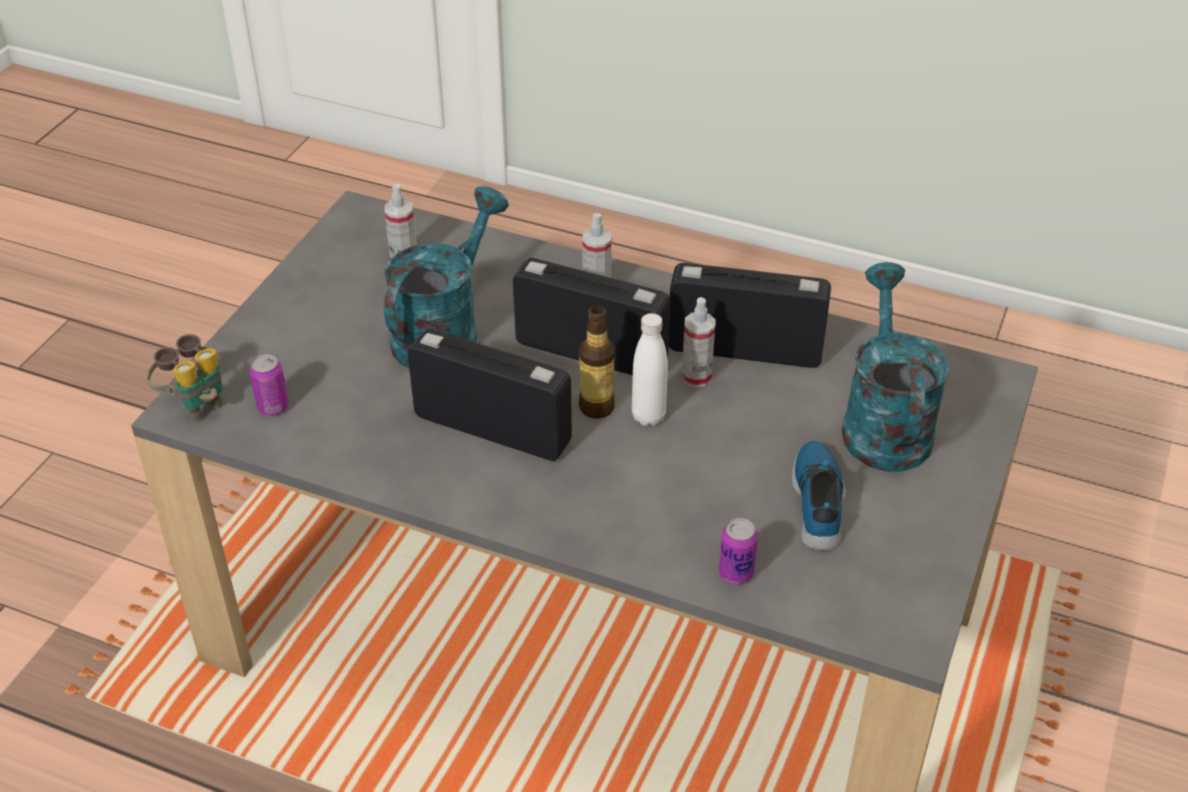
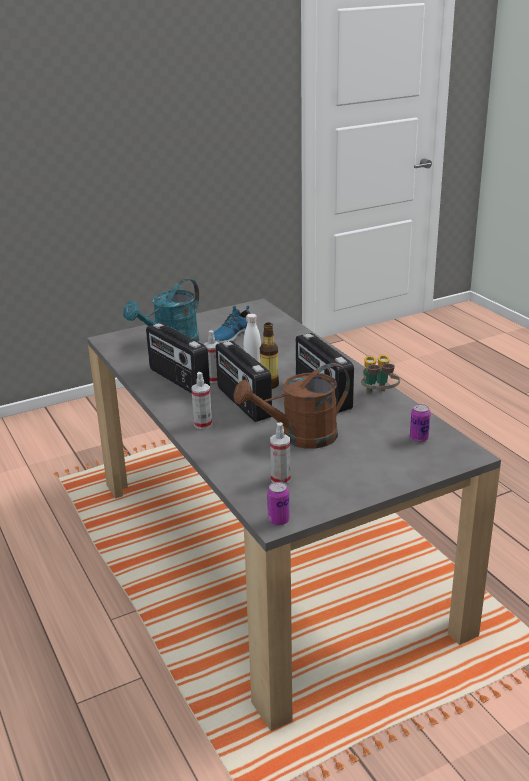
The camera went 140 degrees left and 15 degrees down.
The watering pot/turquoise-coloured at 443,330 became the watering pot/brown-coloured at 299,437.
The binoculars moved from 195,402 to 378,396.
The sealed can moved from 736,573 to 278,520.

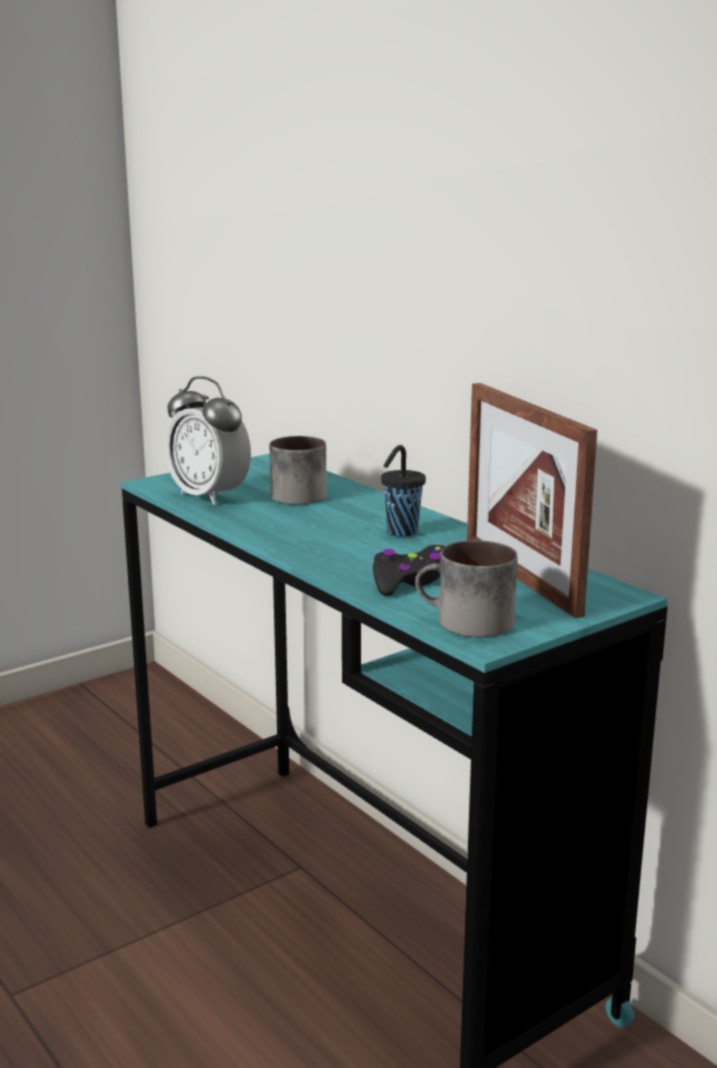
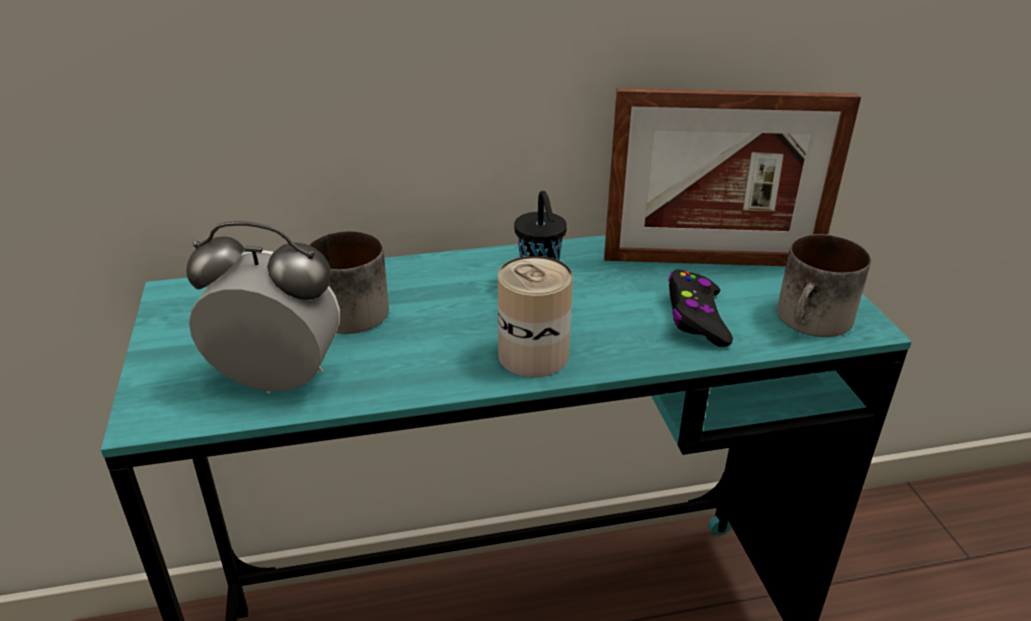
The camera went 65 degrees left and 15 degrees up.
The table clock at 209,496 turned 150 degrees counterclockwise.
The sealed can at 533,355 appeared.

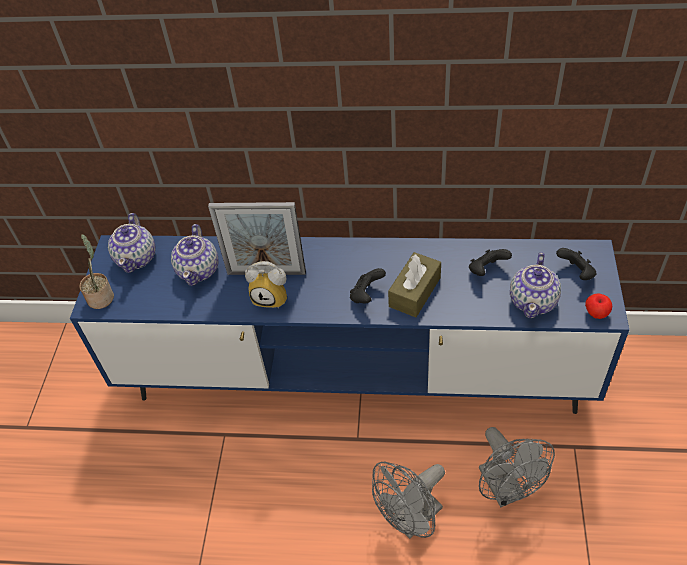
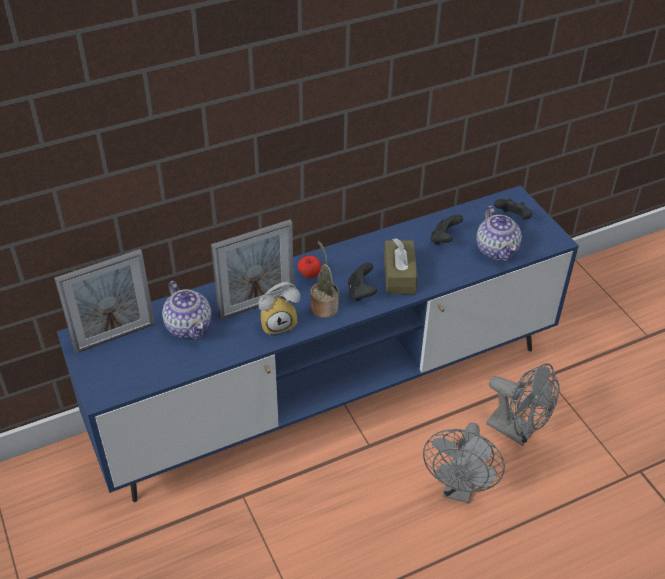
The camera went 35 degrees left and 5 degrees down.
The teapot at 137,258 was replaced by the photo frame at 115,337.
The potted plant moved from 101,296 to 324,306.
The apple fruit moved from 596,313 to 309,274.

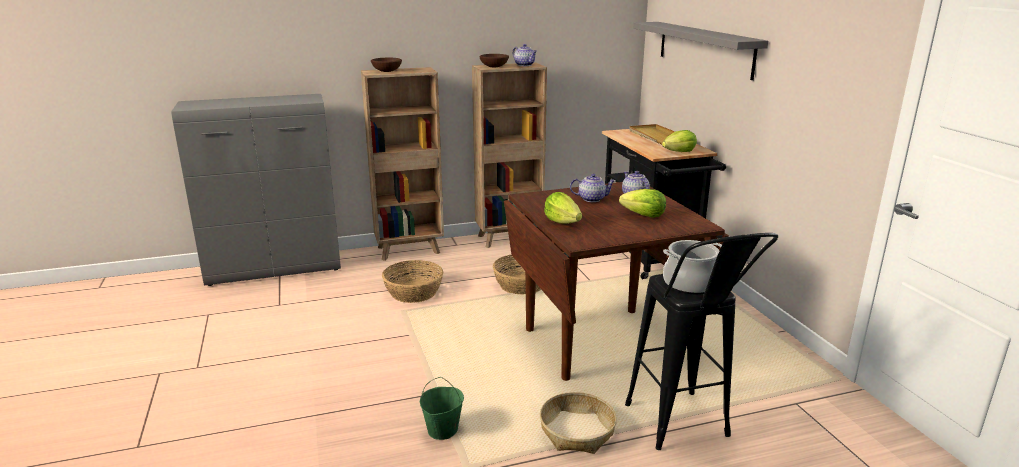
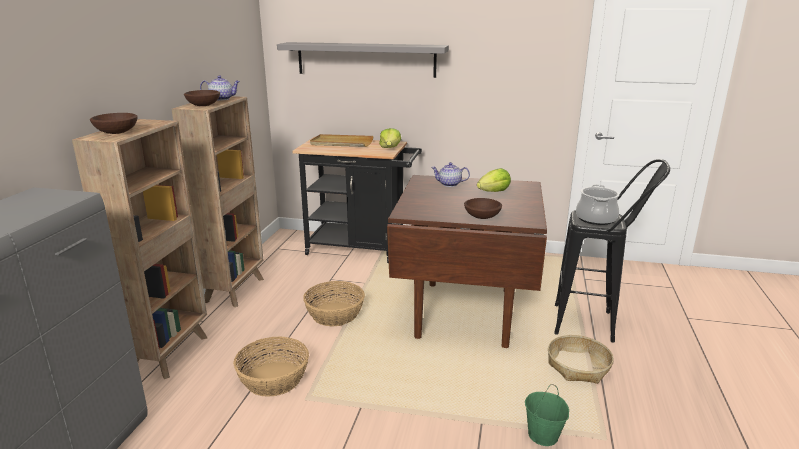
The camera went 60 degrees left and 0 degrees up.
The teapot at 592,199 disappeared.
The lettuce head at 562,222 was replaced by the deep dish/brown-coloured at 481,216.

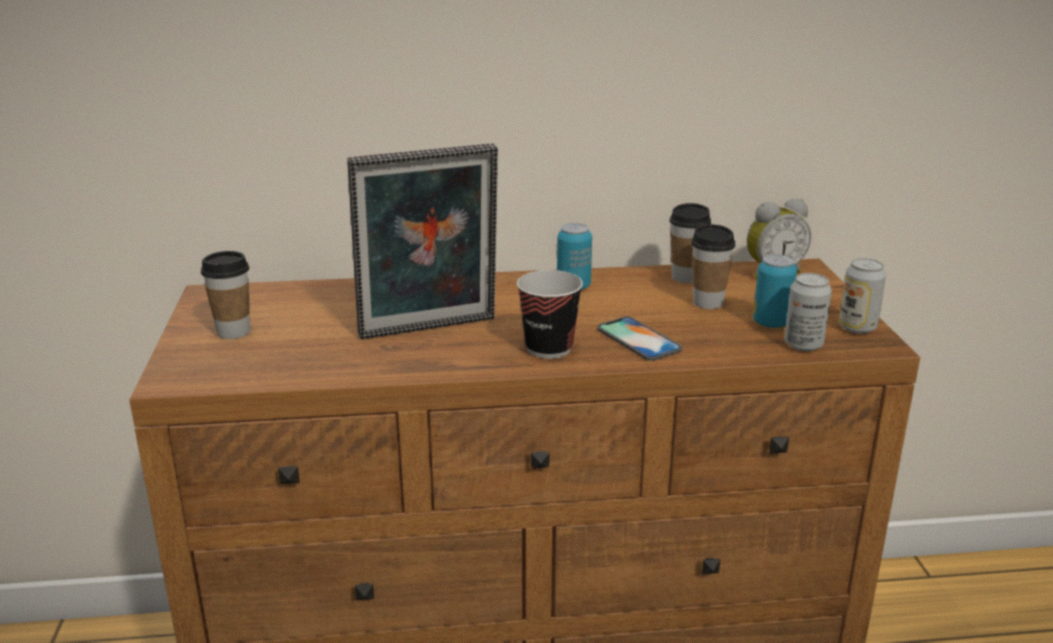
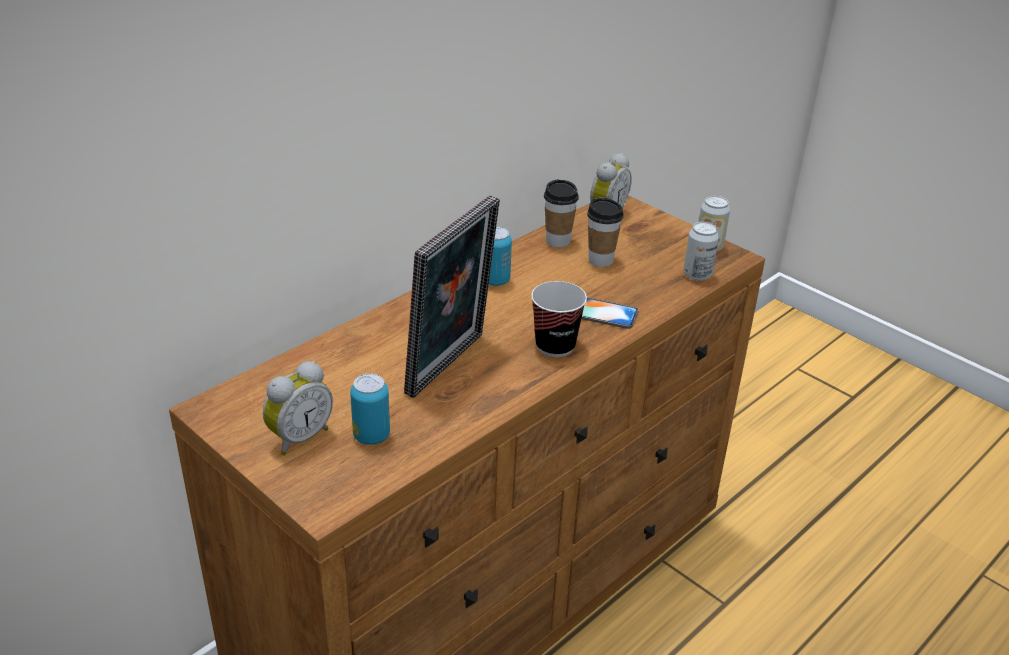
The camera went 40 degrees left and 10 degrees up.
The drinking cup at 233,332 was replaced by the table clock at 298,437.
The sealed can moved from 771,323 to 371,436.

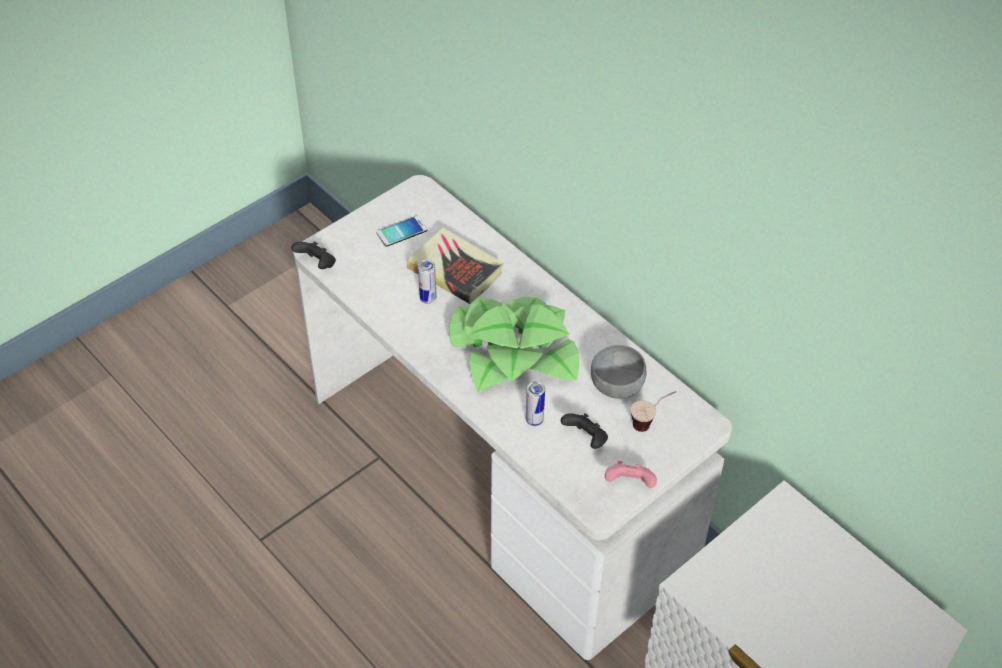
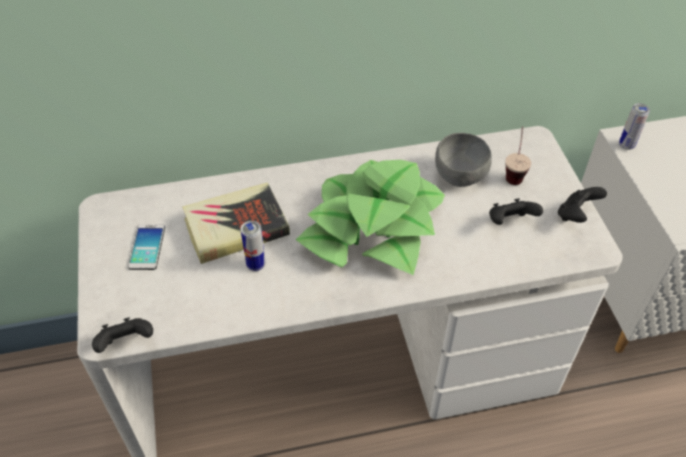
The camera went 60 degrees left and 0 degrees up.
The sealed can moved from 534,420 to 626,145.
The joypad/pink-coloured at 629,484 became the joypad/blackish at 576,215.

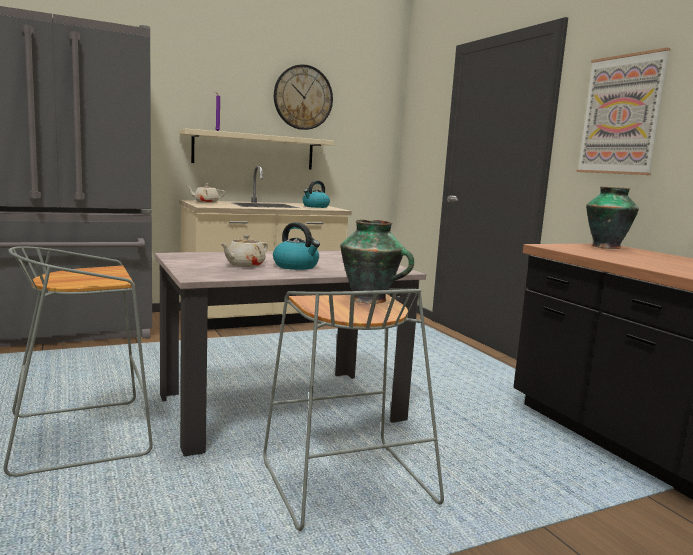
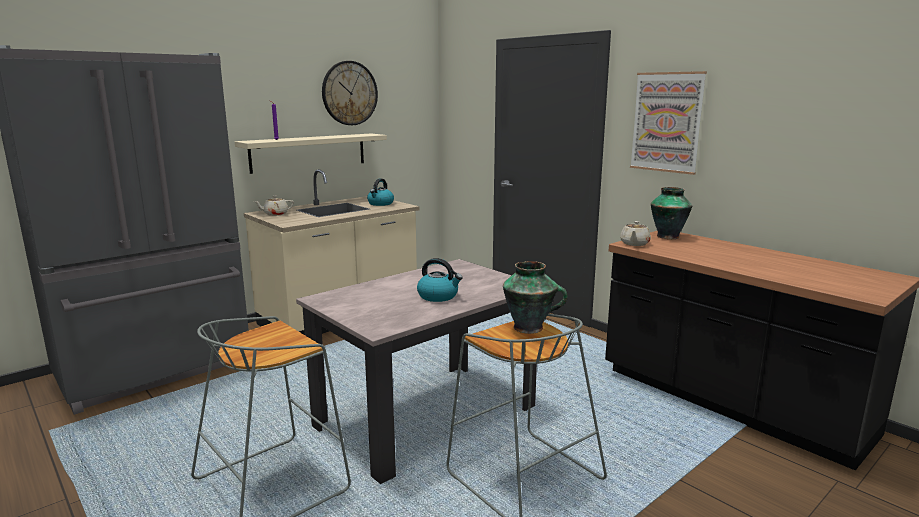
The camera went 15 degrees left and 5 degrees up.
The teapot/sand-coloured moved from 244,265 to 634,244.

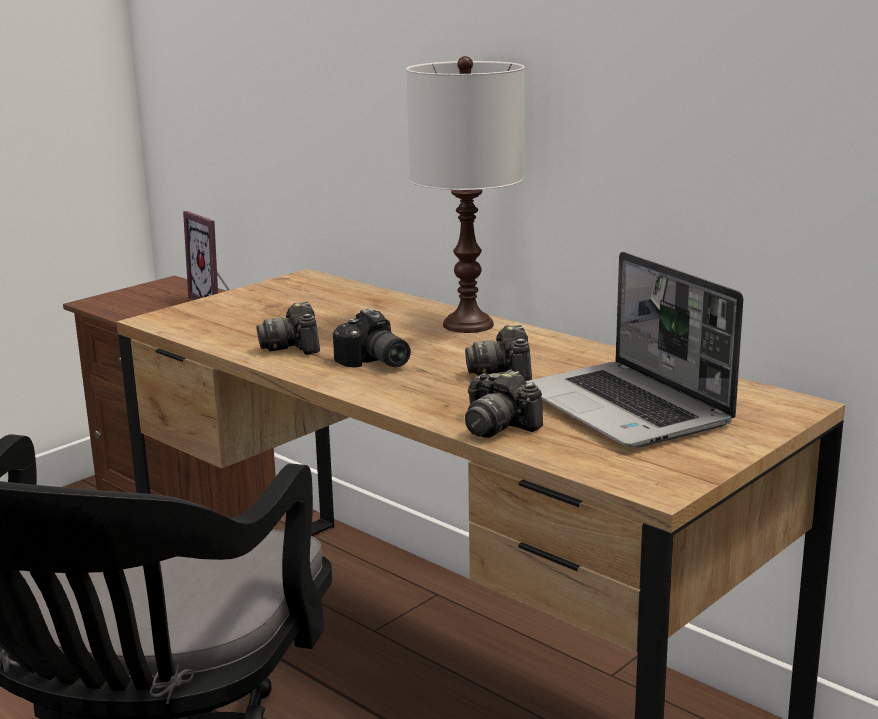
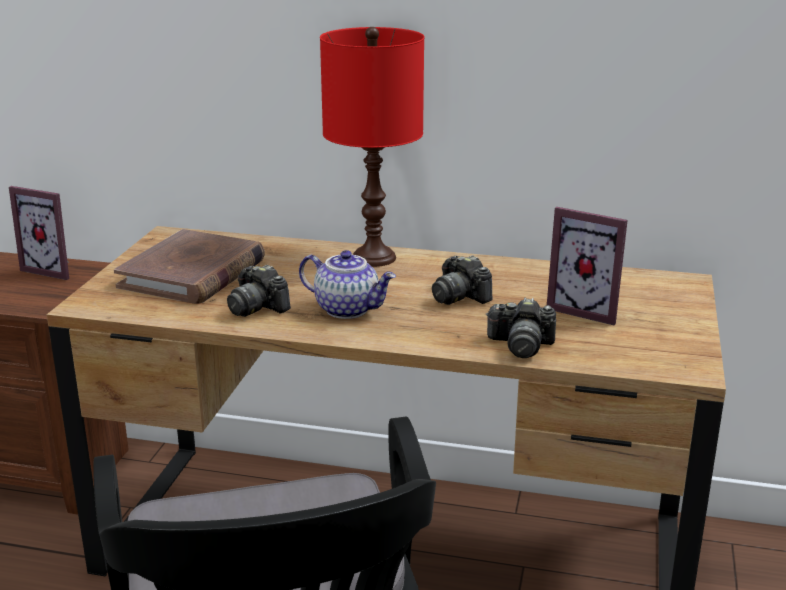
The camera went 30 degrees left and 5 degrees up.
The tabletop lamp/whitish at 468,325 became the tabletop lamp/reddish at 374,258.
The portable computer at 627,409 was replaced by the photo frame at 587,309.
The photo camera at 374,363 was replaced by the teapot at 348,309.
The book/brown-coloured at 193,273 appeared.

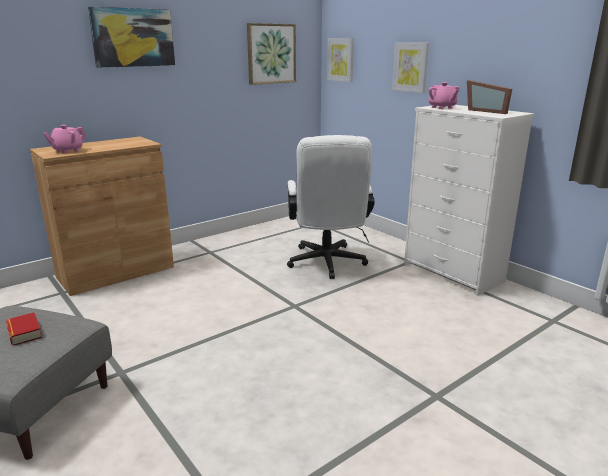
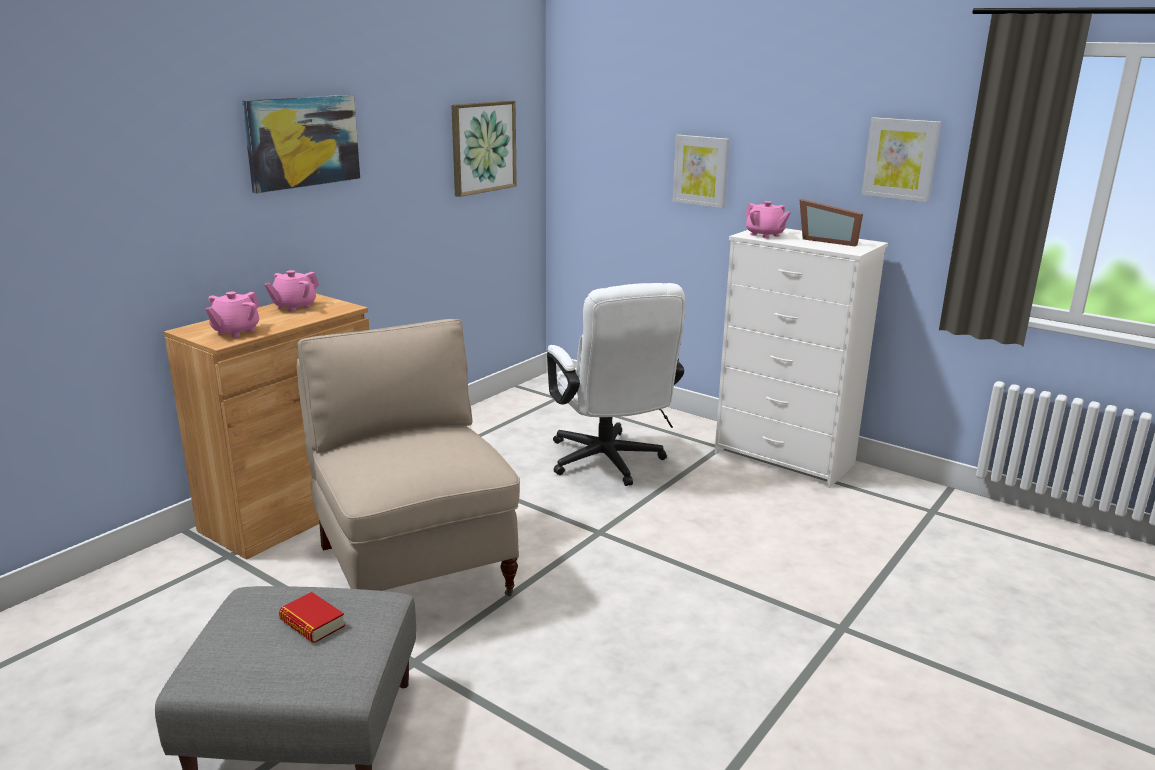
The camera went 15 degrees left and 0 degrees up.
The picture moved from 341,60 to 900,159.
The teapot/pink-coloured at 294,307 appeared.
The upright chair/sand-coloured at 413,569 appeared.

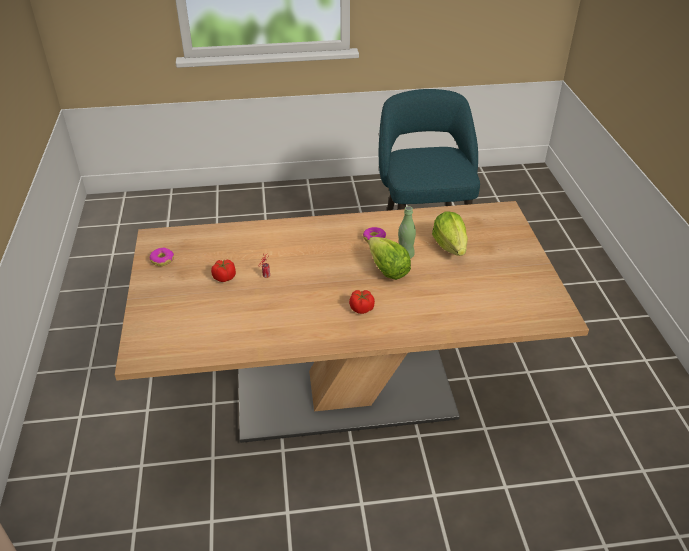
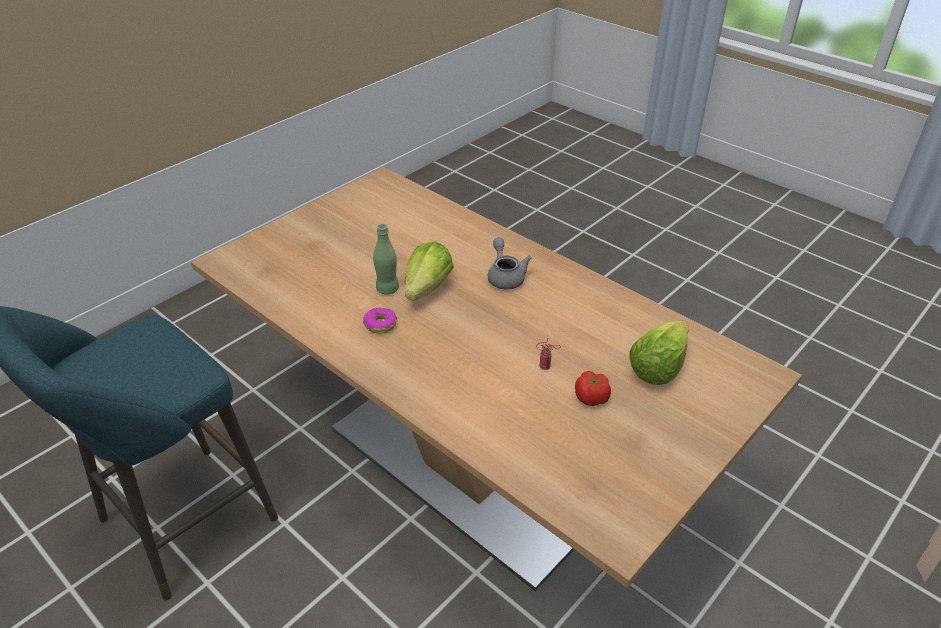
The camera went 130 degrees left and 0 degrees up.
The lettuce head moved from 450,246 to 657,368.
The donut at 162,260 disappeared.
The fresh tomato at 361,308 was replaced by the teapot/greyish at 505,276.

